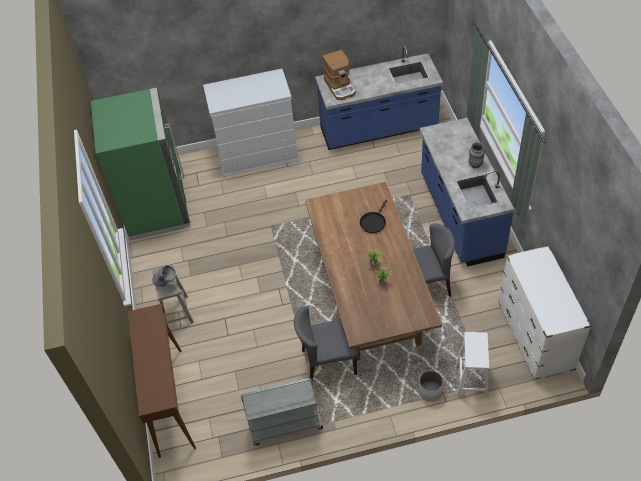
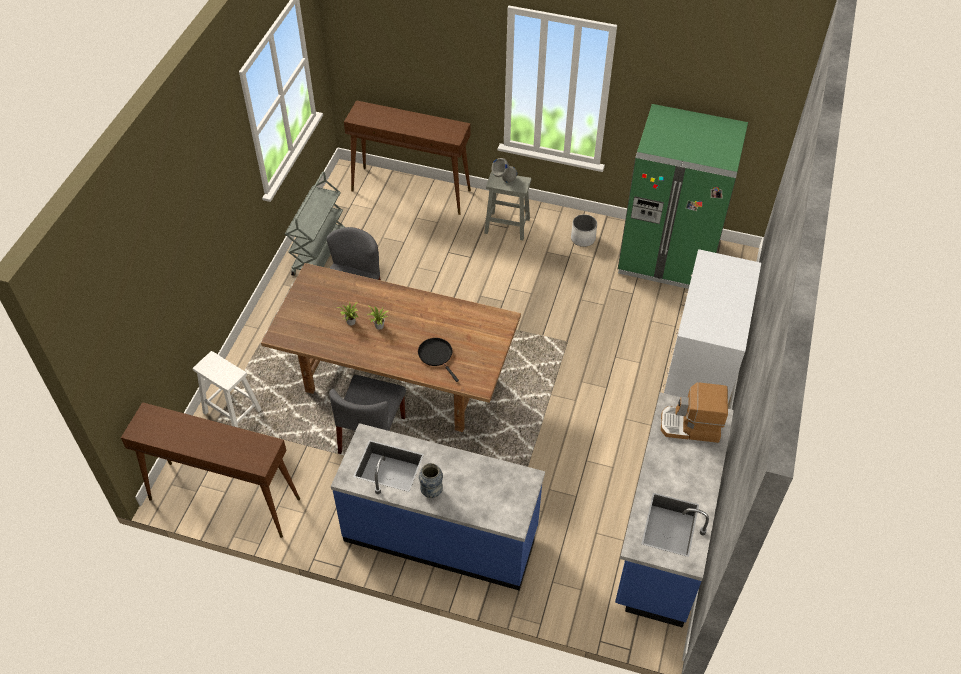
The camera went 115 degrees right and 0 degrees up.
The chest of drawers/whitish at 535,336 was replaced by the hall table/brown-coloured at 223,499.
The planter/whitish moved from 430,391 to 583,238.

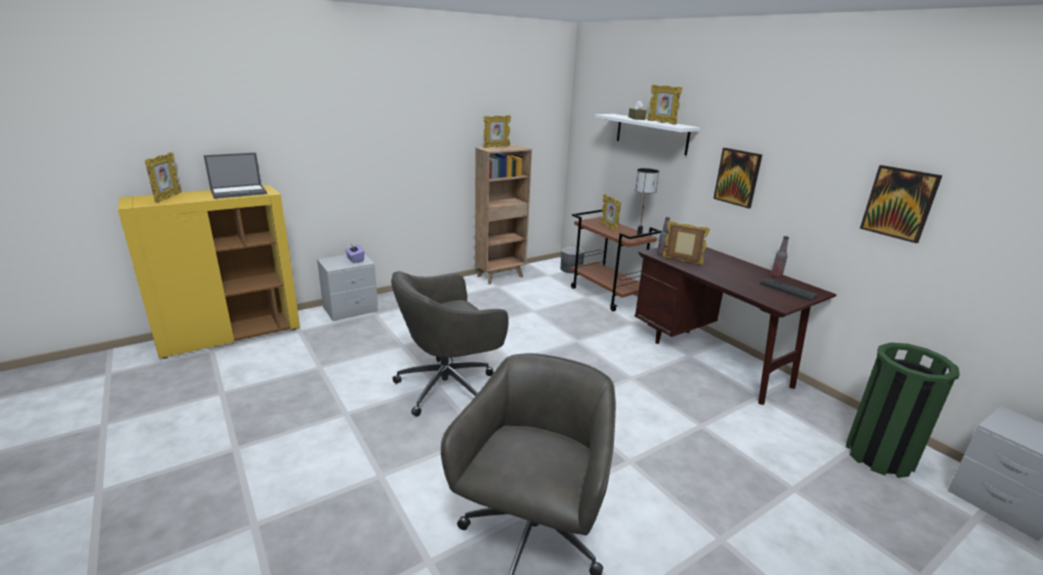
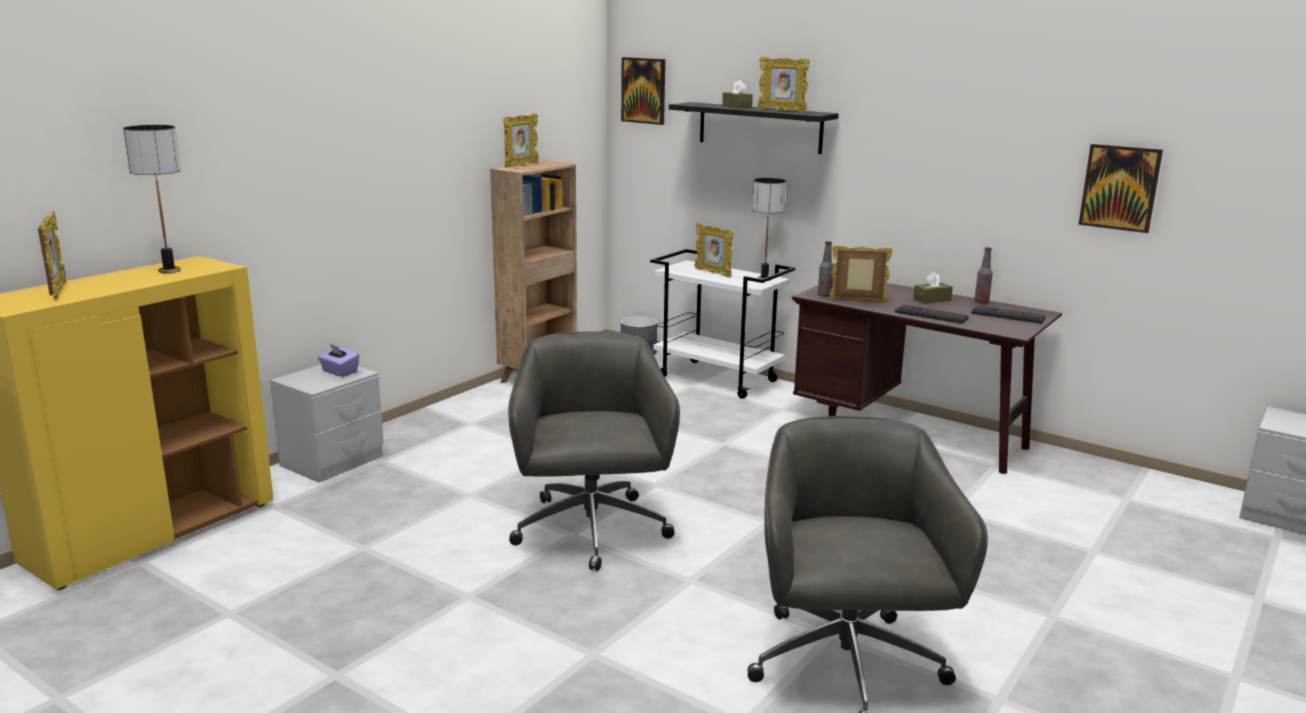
The camera went 20 degrees left and 5 degrees down.
The wall shelf/whitish at 651,133 became the wall shelf/blackish at 759,127.
The picture moved from 737,177 to 644,90.
The portable computer at 239,192 was replaced by the tabletop lamp at 169,270.
The wheeled cart/brown-coloured at 607,295 became the wheeled cart/whitish at 718,379.
The desk chair/greyish at 449,386 turned 135 degrees clockwise.
The rubbish bin/green at 879,456 disappeared.
The tissue holder/brown-coloured at 932,300 appeared.
The PC keyboard at 931,315 appeared.

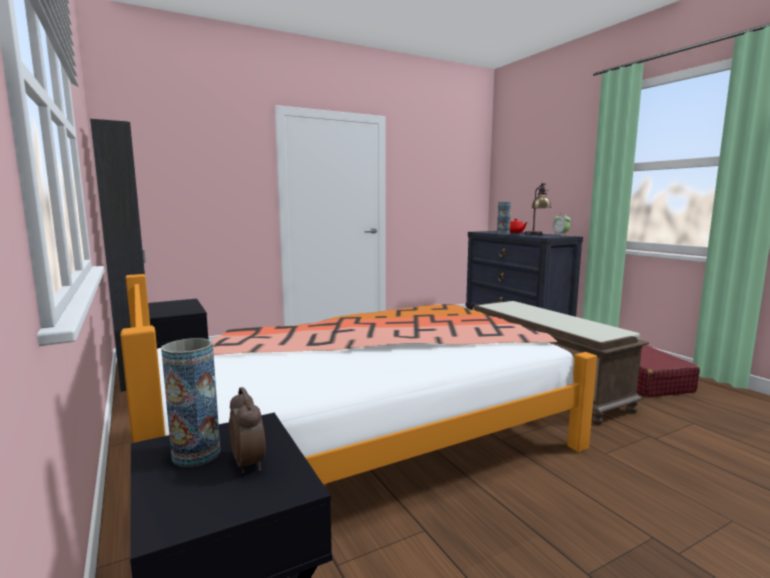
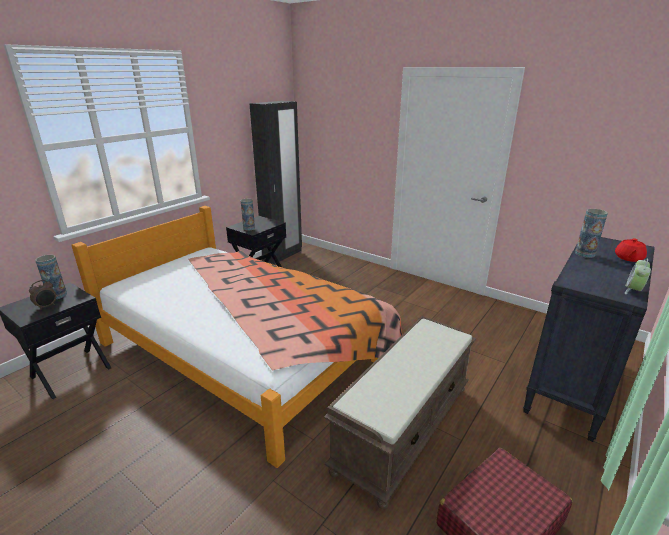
The camera went 65 degrees right and 15 degrees up.
The tabletop lamp at 536,234 disappeared.
The vase at 249,228 appeared.

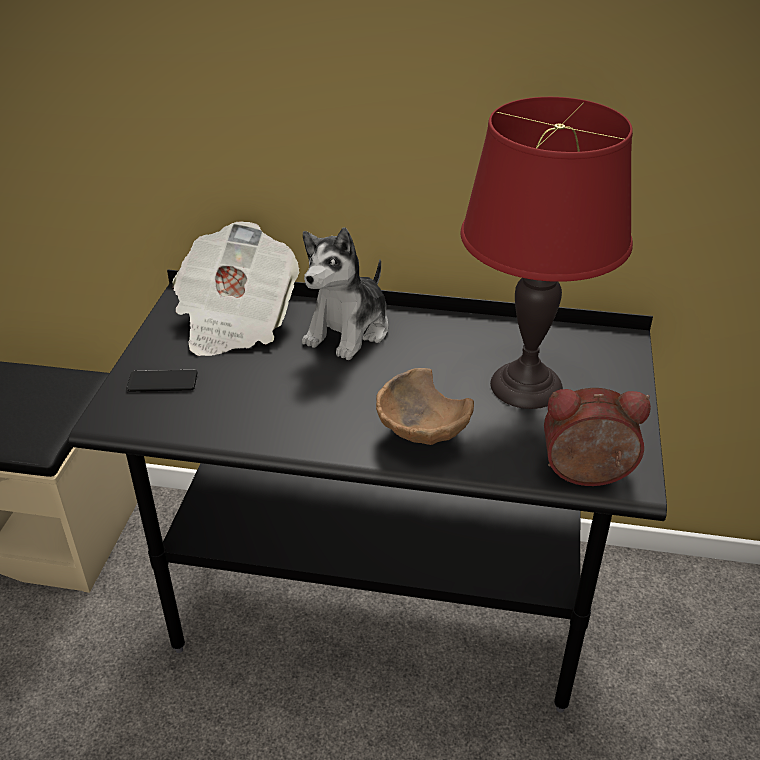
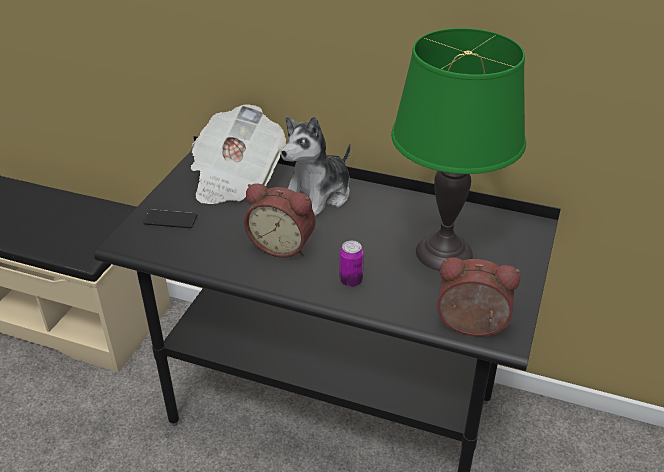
The camera went 10 degrees right and 0 degrees up.
The tabletop lamp/reddish at 525,386 became the tabletop lamp/green at 443,253.
The deep dish/brown-coloured at 421,434 was replaced by the sealed can at 351,281.
The table clock at 282,245 appeared.

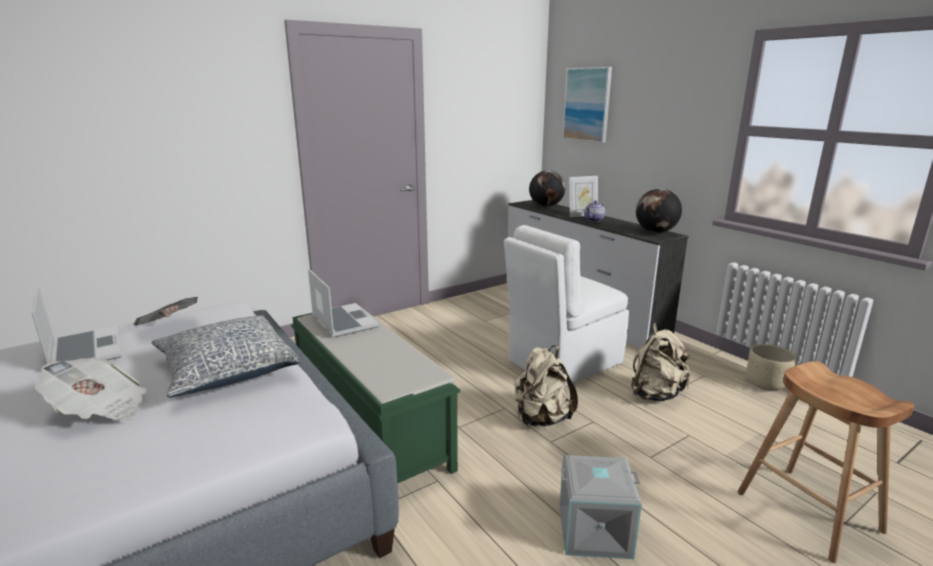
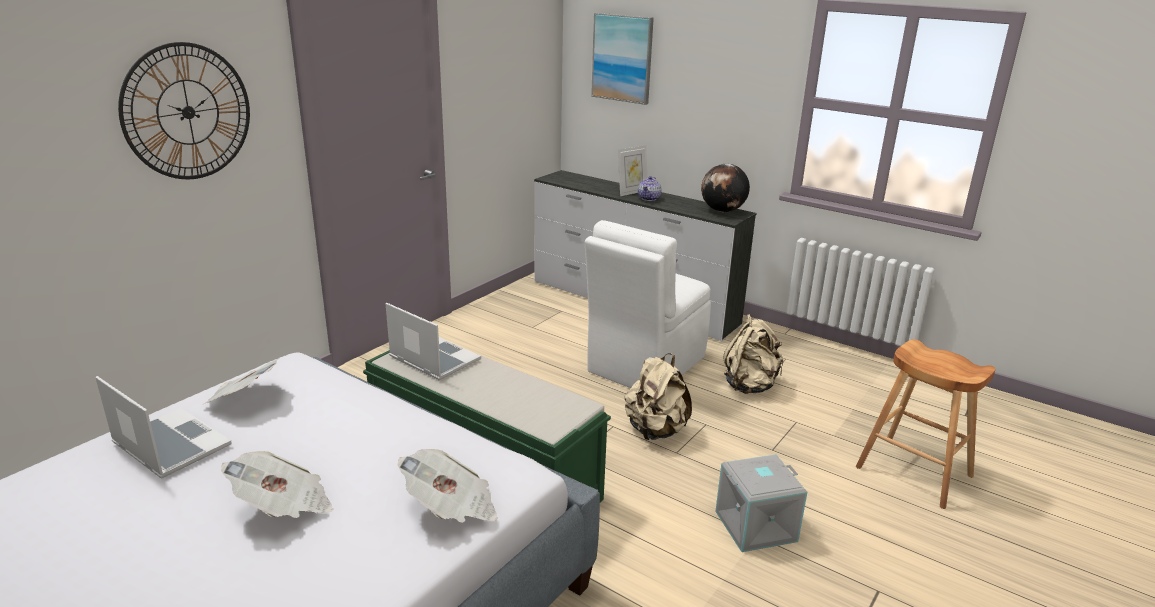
The camera went 20 degrees left and 5 degrees up.
The world globe at 546,206 disappeared.
The cushion at 226,369 disappeared.
The planter/sand-coloured at 765,384 disappeared.
The hanging clock at 188,112 appeared.
The newspaper at 451,508 appeared.

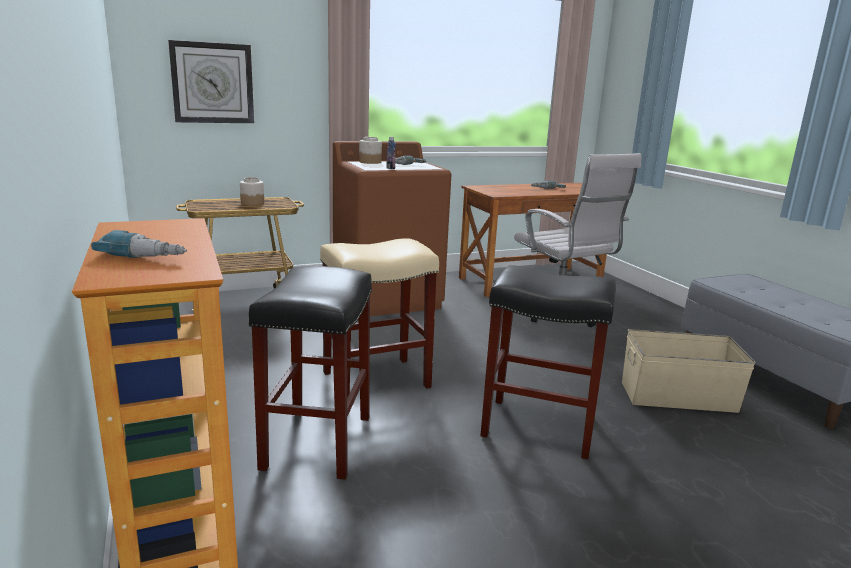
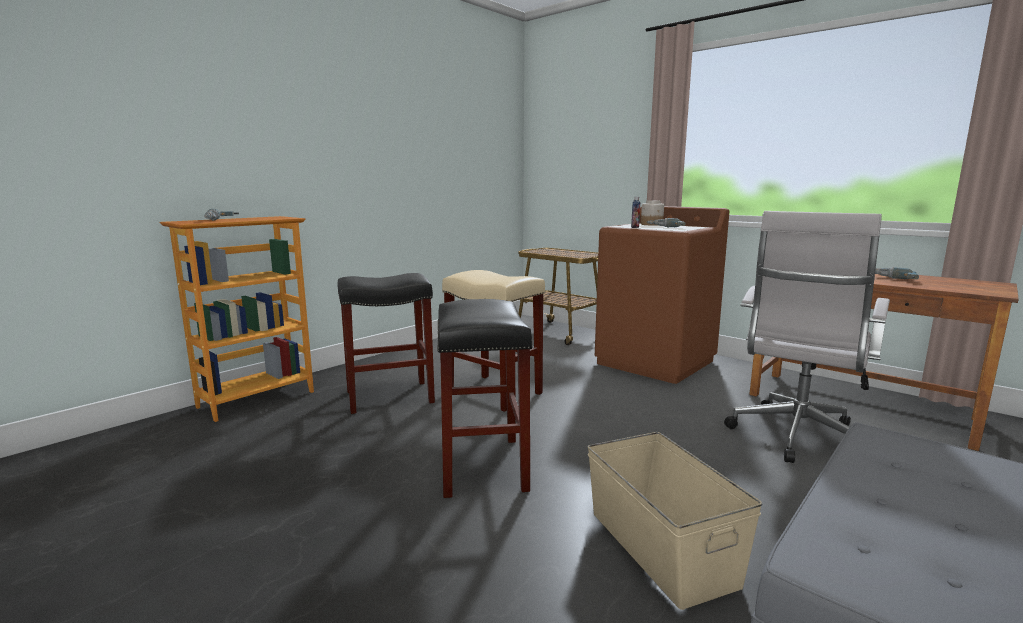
The camera went 65 degrees right and 5 degrees down.
The hanging clock at 212,83 disappeared.
The storage jar at 252,203 disappeared.

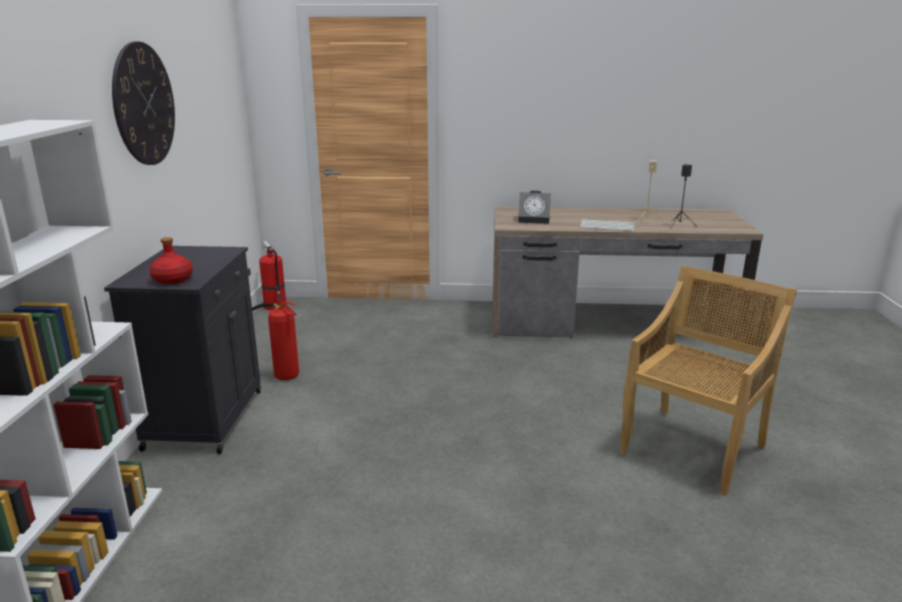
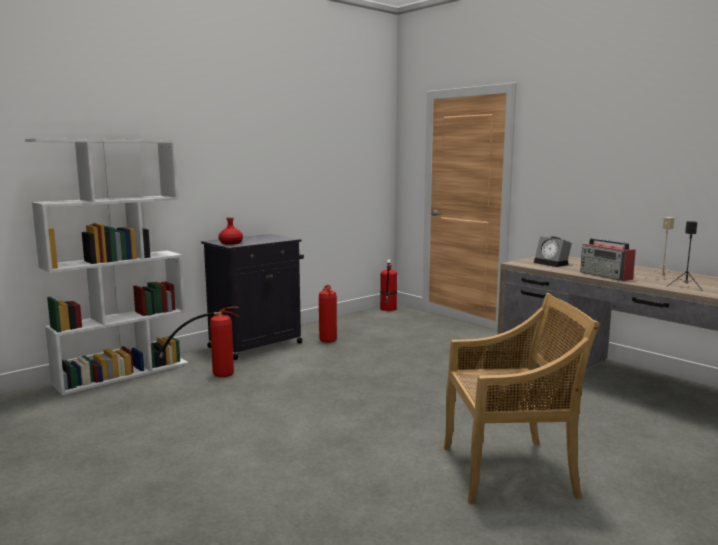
The camera went 45 degrees right and 10 degrees down.
The hanging clock at 144,104 disappeared.
The PC keyboard at 608,226 was replaced by the radio receiver at 606,276.
The extinguisher at 211,374 appeared.

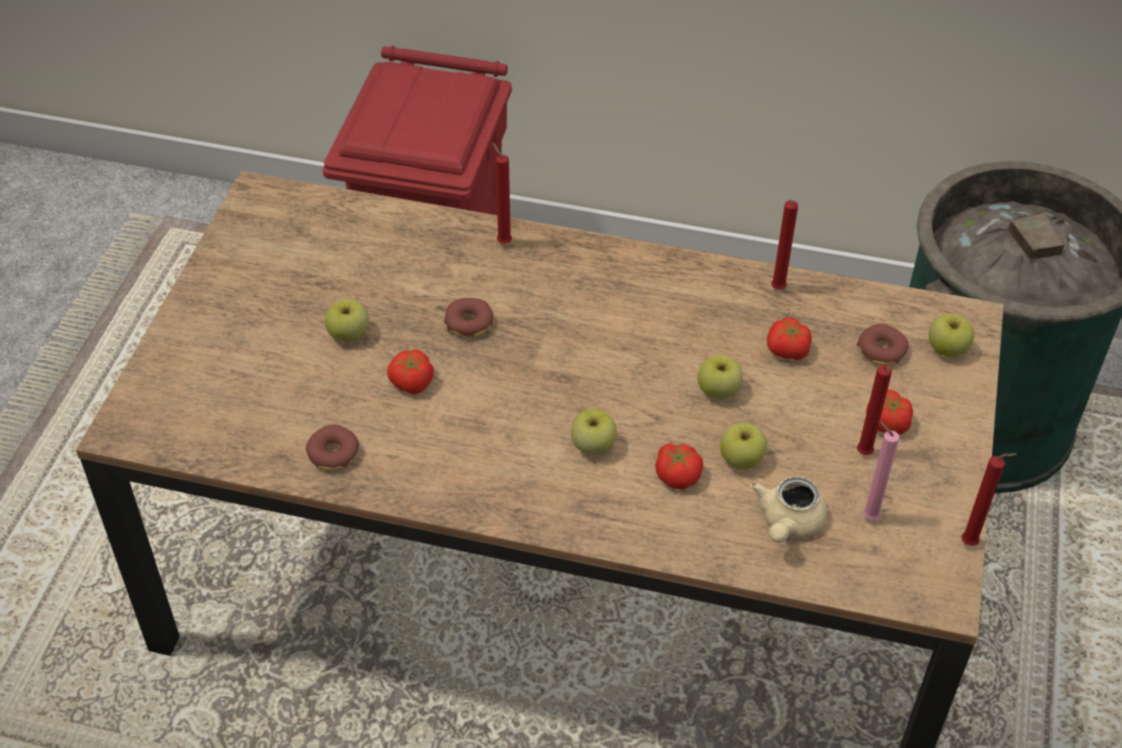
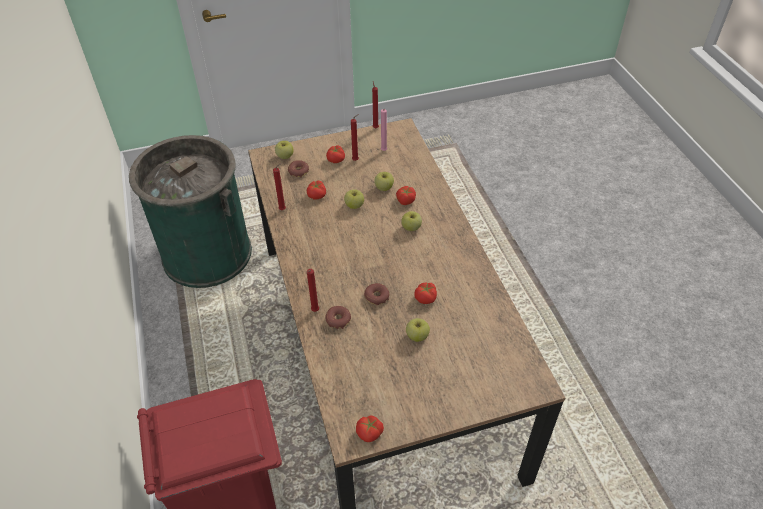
The camera went 120 degrees left and 0 degrees up.
The donut moved from 333,454 to 338,319.
The teapot/sand-coloured at 787,523 disappeared.
The fresh tomato at 369,433 appeared.

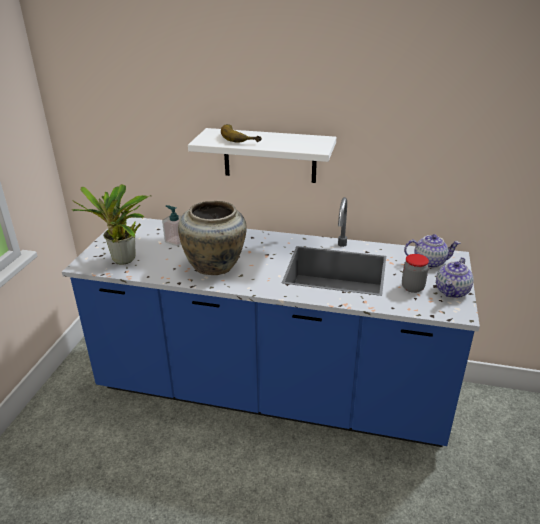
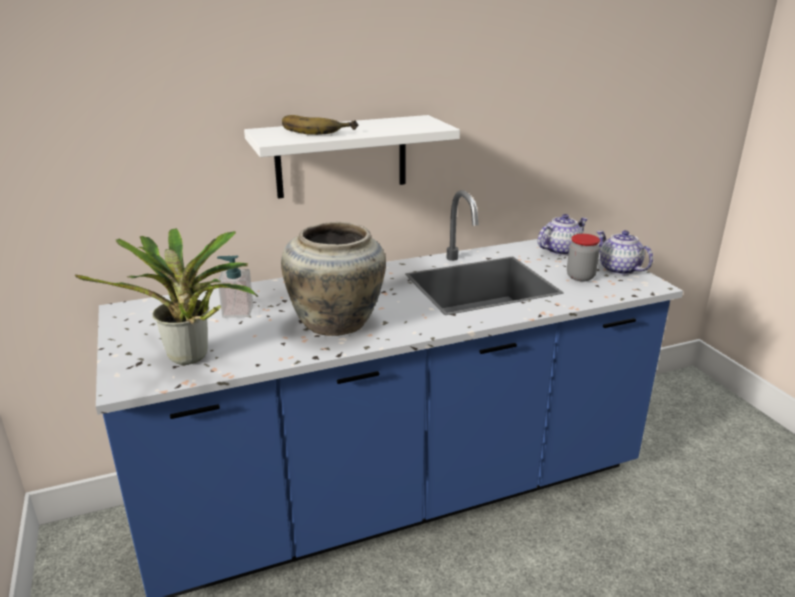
The camera went 35 degrees left and 5 degrees down.
The teapot at 452,291 turned 150 degrees clockwise.

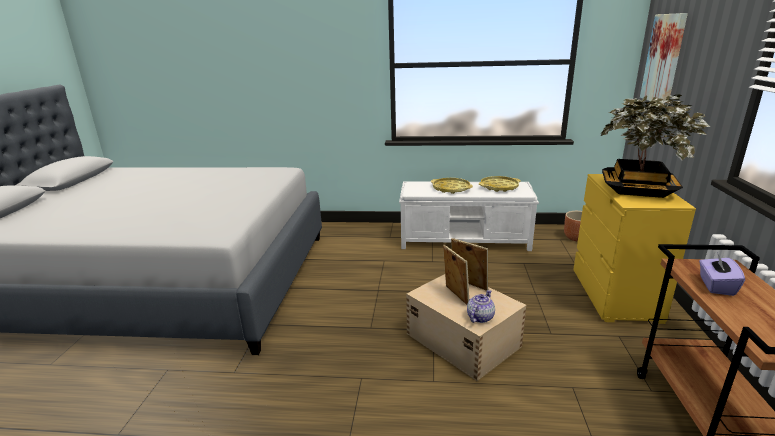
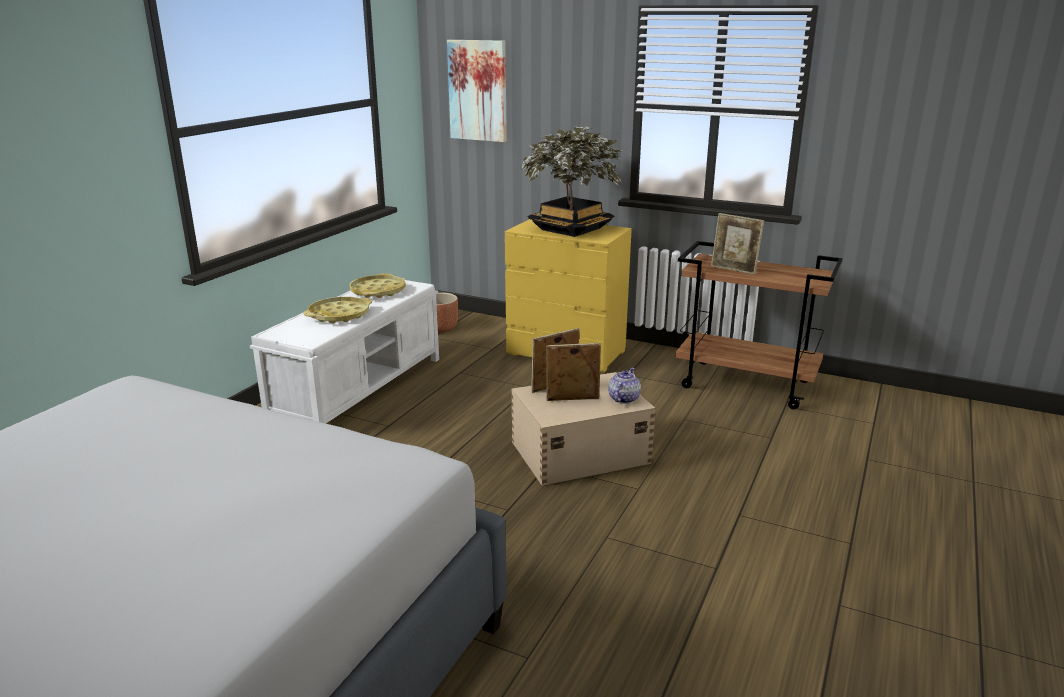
The camera went 70 degrees left and 0 degrees up.
The tissue holder/purple-coloured at 716,286 was replaced by the photo frame at 734,270.
The teapot at 479,317 turned 60 degrees clockwise.

